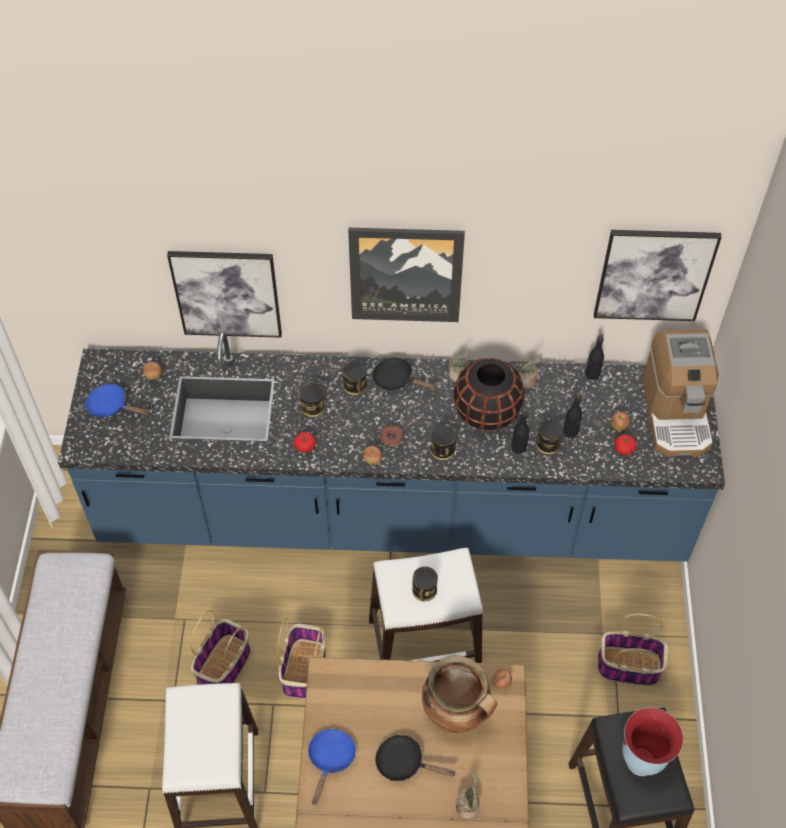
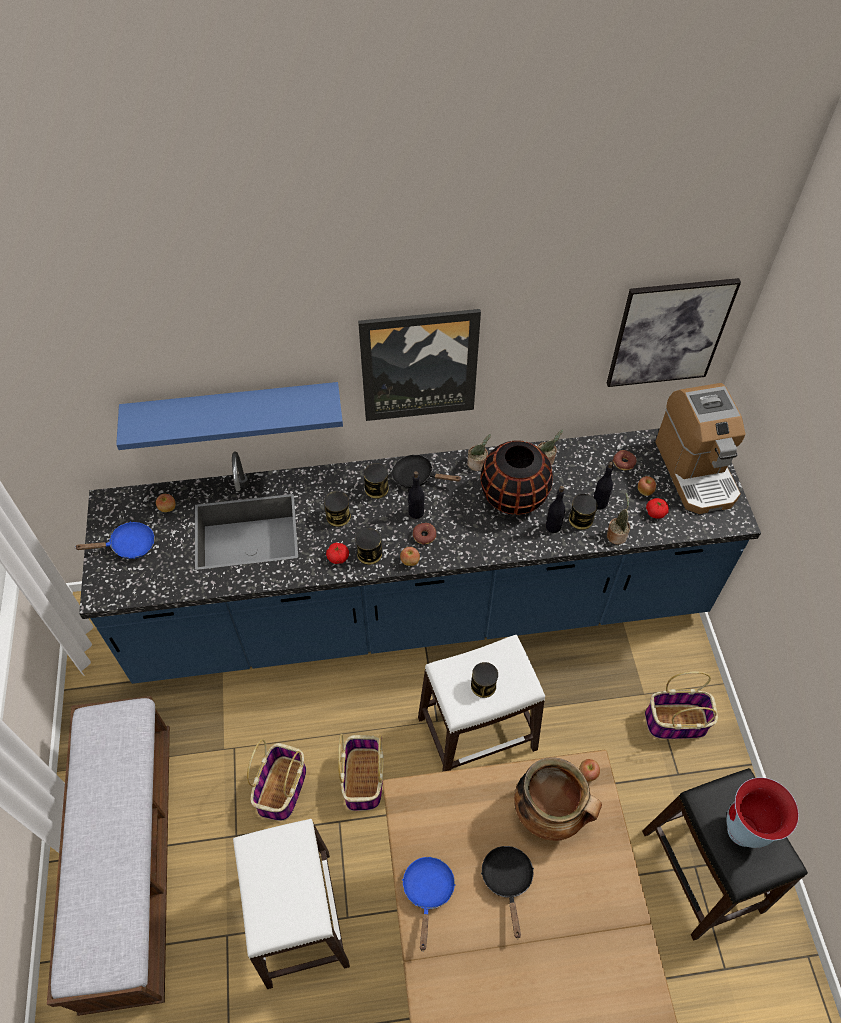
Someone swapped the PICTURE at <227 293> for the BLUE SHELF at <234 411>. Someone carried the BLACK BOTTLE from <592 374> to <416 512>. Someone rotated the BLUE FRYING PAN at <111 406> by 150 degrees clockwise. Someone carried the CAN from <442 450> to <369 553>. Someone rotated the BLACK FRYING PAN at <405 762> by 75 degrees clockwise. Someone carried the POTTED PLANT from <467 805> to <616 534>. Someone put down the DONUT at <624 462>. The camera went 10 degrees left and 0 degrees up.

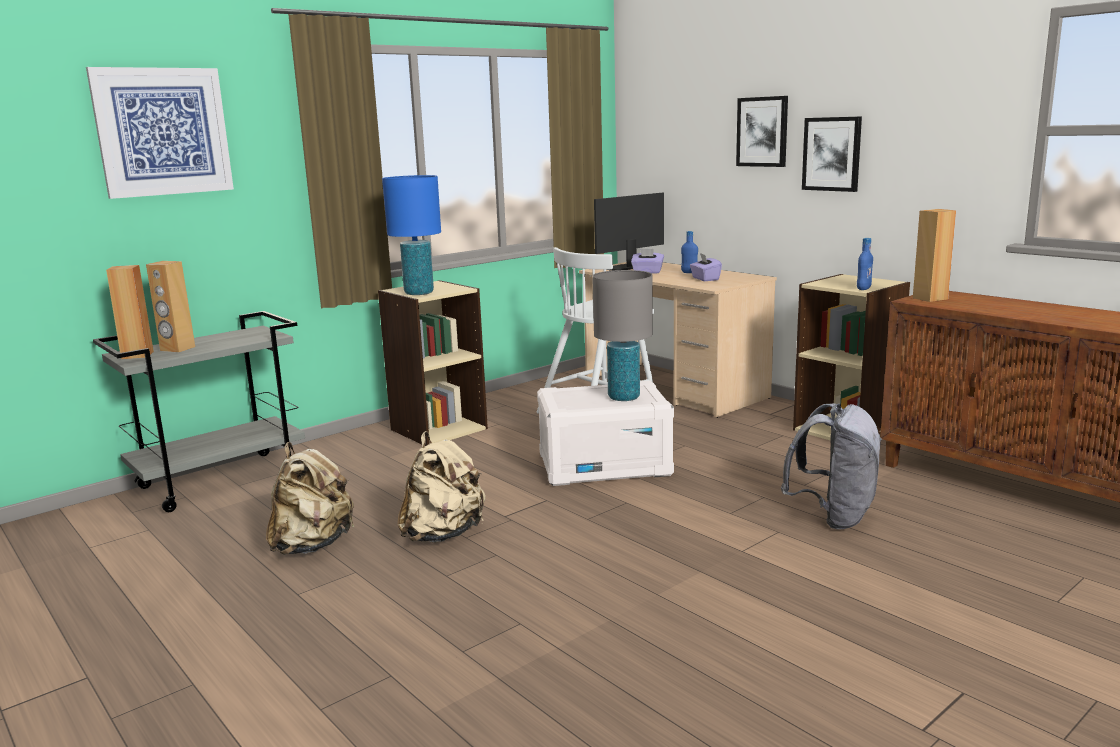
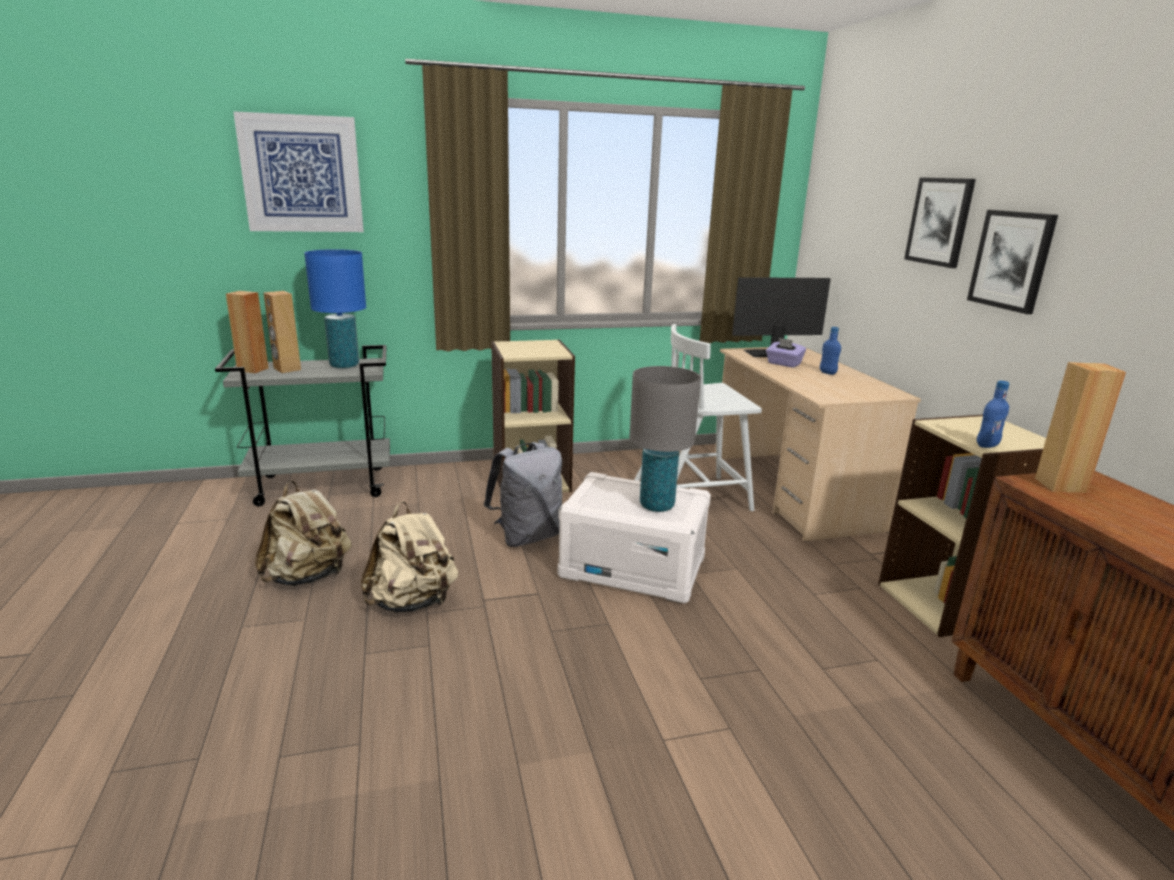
Someone carried the BLUE TABLE LAMP from <419 293> to <344 365>. Someone took away the PURPLE TISSUE BOX at <705 279>. Someone carried the GREY BACKPACK from <833 517> to <527 537>. The camera went 25 degrees right and 5 degrees up.

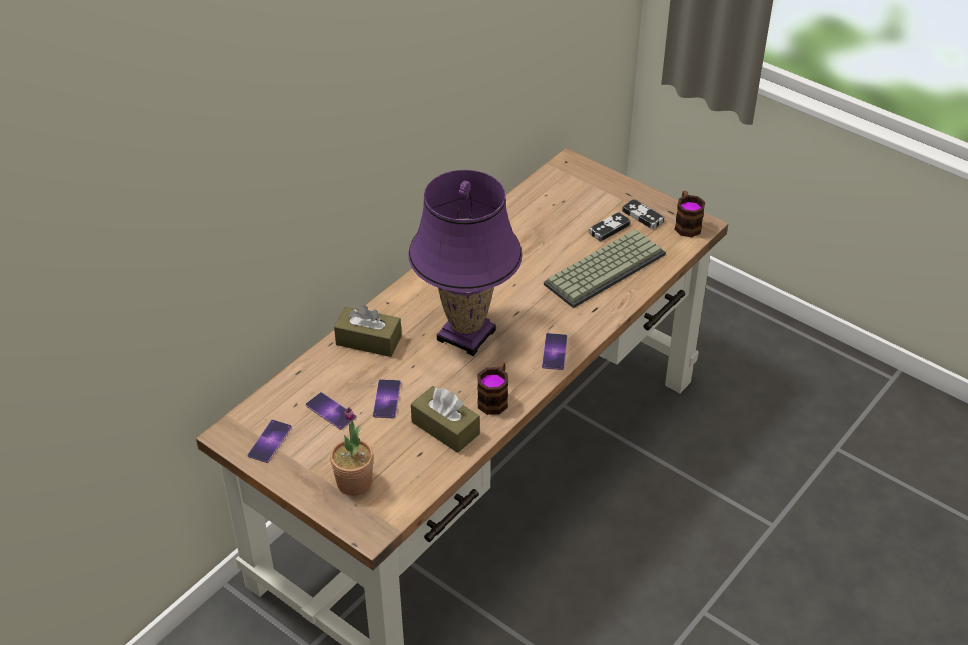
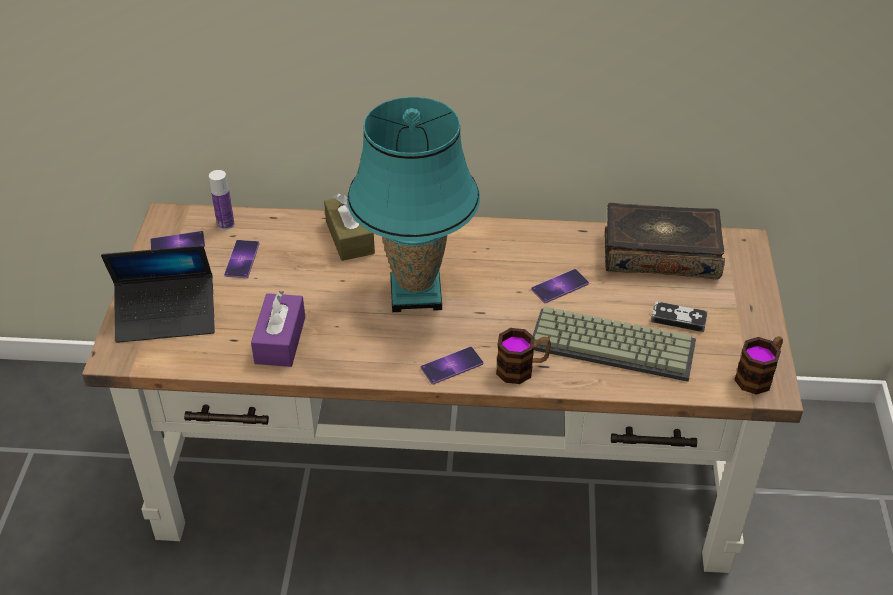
Someone repainted the PURPLE TABLE LAMP at <466 334>, which became the TURQUOISE TABLE LAMP at <416 293>. Someone took away the GAME CONTROLLER at <642 216>. Someone carried the MUG from <495 398> to <522 368>. Someone carried the PHONE from <386 399> to <559 286>. Someone repainted the BROWN TISSUE BOX at <445 428>, which became the PURPLE TISSUE BOX at <280 340>. Someone swapped the POTTED PLANT at <354 482> for the LAPTOP at <166 316>. Someone put down the BOTTLE at <225 224>. Someone put down the BOOK at <660 253>. The camera went 55 degrees right and 0 degrees up.

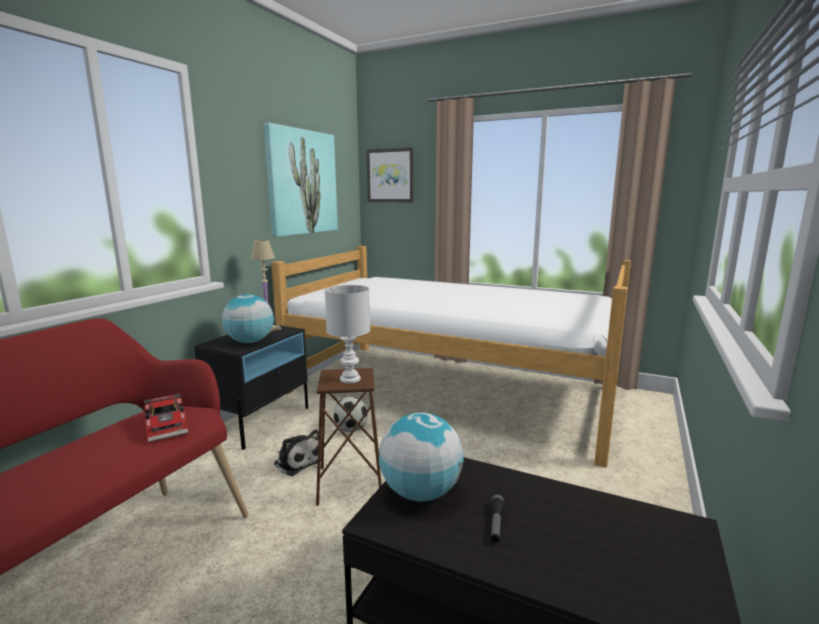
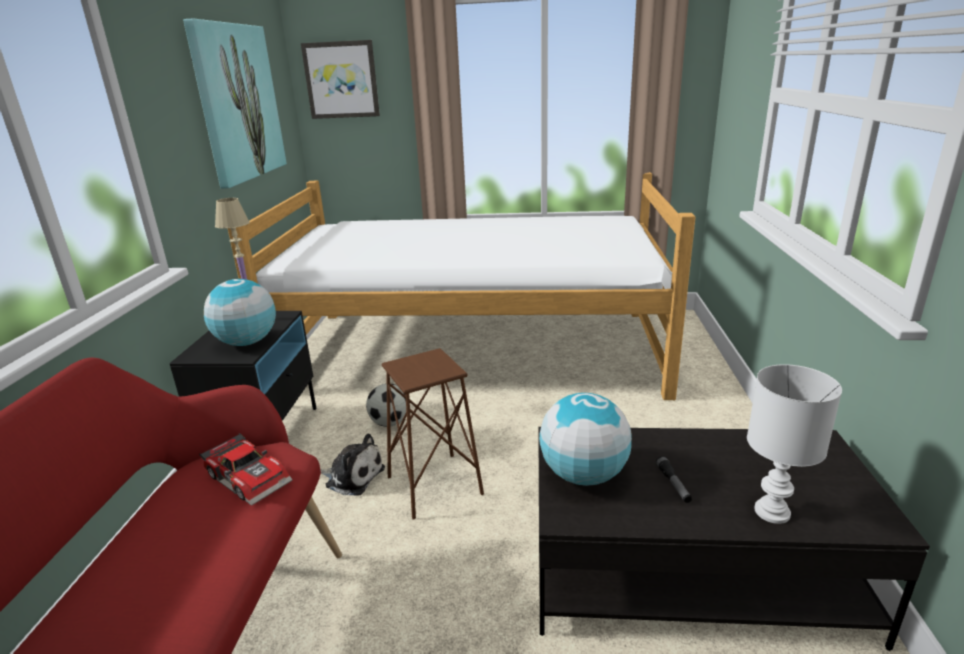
Someone carried the WHITE TABLE LAMP from <351 379> to <772 511>. The camera went 20 degrees left and 10 degrees up.

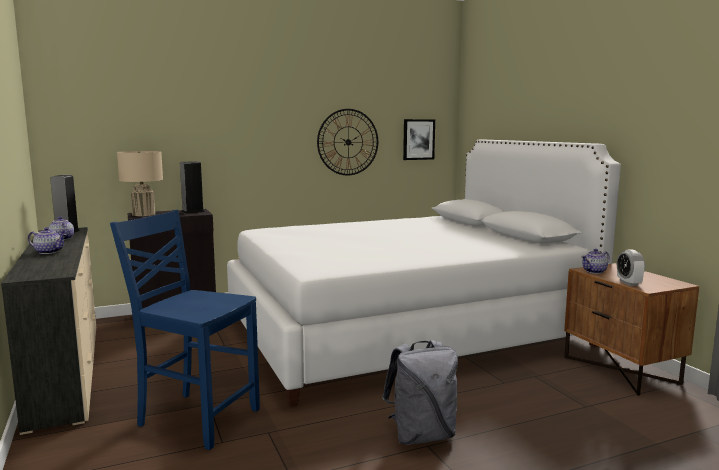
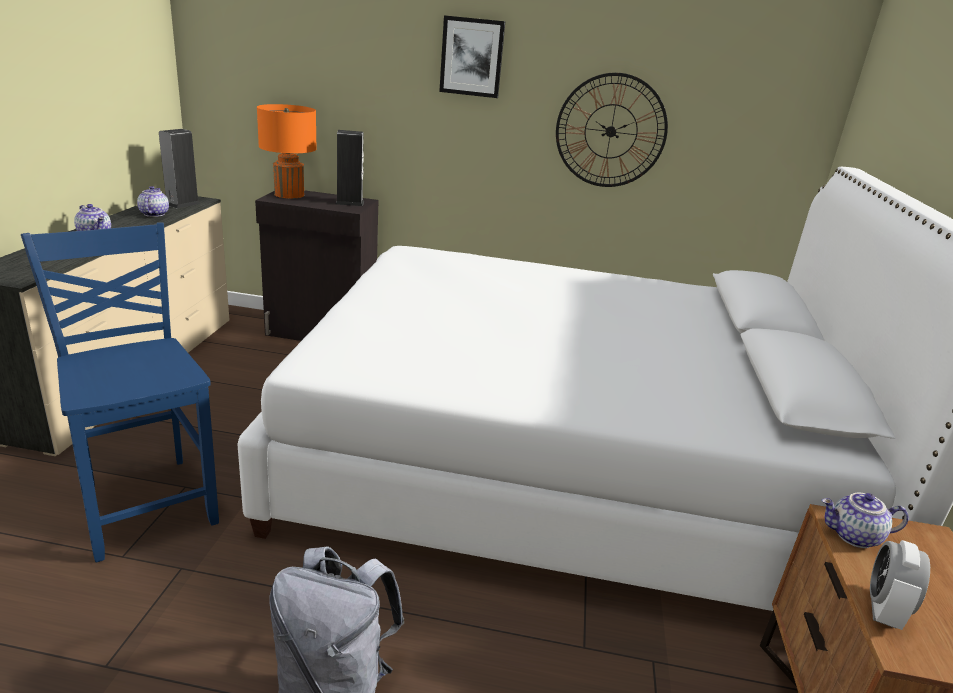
Someone carried the PICTURE from <418 139> to <472 57>. Someone repainted the BEIGE TABLE LAMP at <143 214>, which became the ORANGE TABLE LAMP at <289 194>. The camera went 30 degrees right and 15 degrees up.

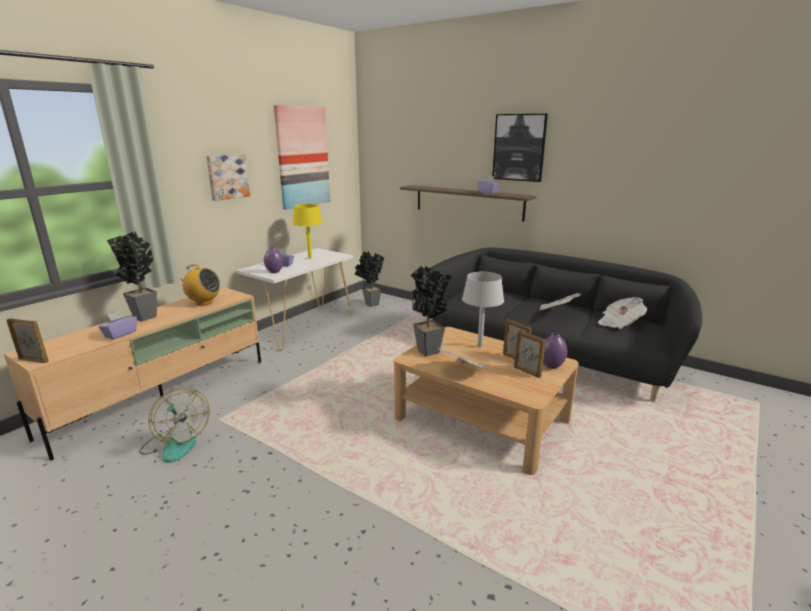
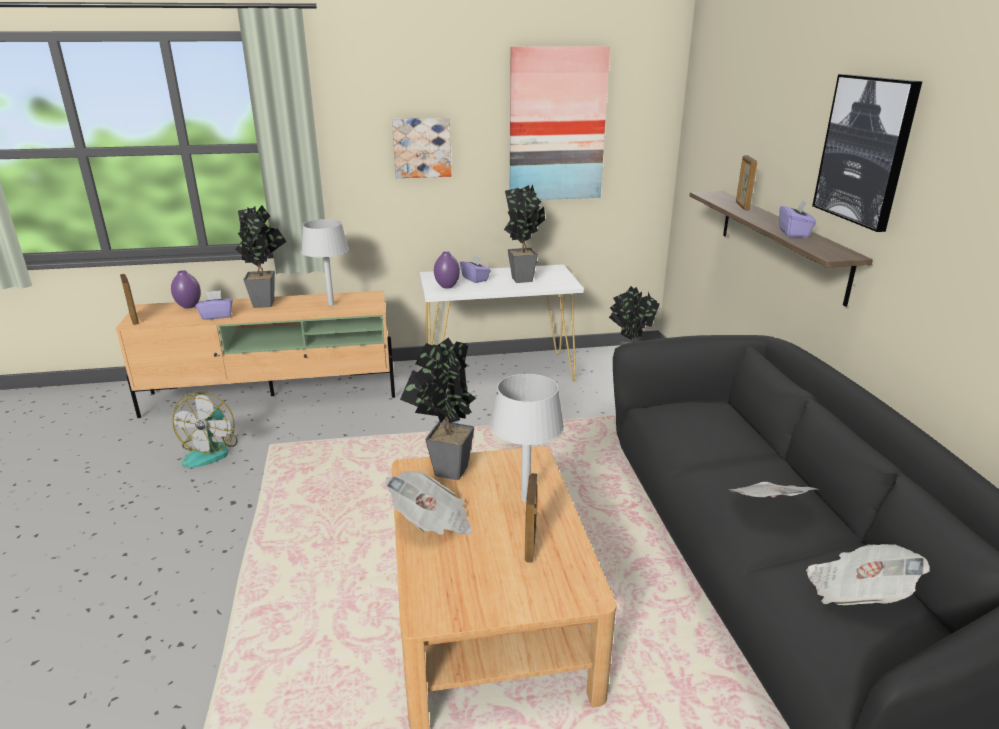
Someone swapped the YELLOW TABLE LAMP at <310 258> for the POTTED PLANT at <523 278>. Someone swapped the RADIO at <204 302> for the GREY TABLE LAMP at <331 304>. Someone carried the PICTURE FRAME from <527 372> to <742 206>. Someone carried the PURPLE VASE from <552 366> to <189 306>. The camera went 45 degrees right and 5 degrees up.

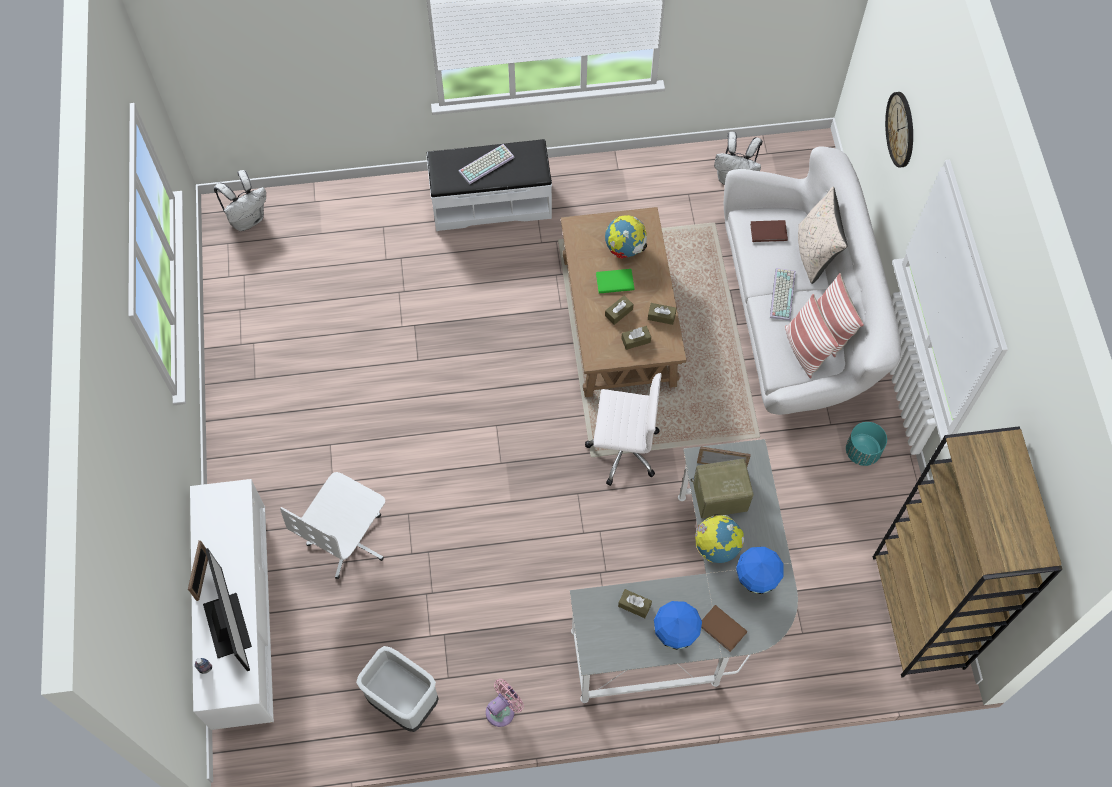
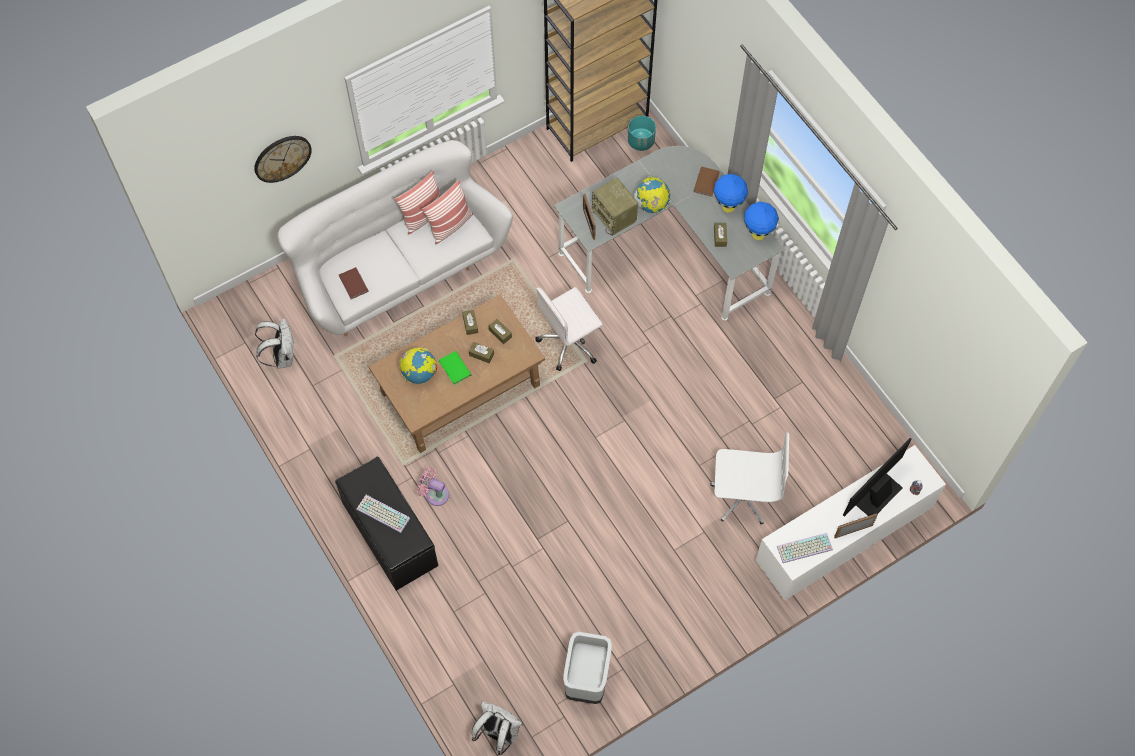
Someone repainted the WHITE BENCH at <491 202>, which became the BLACK BENCH at <389 534>. Someone took away the BEIGE PILLOW at <815 253>. Someone carried the KEYBOARD from <781 293> to <804 549>. Someone rotated the WHITE OFFICE CHAIR at <622 449> by 105 degrees counterclockwise. Someone carried the TURQUOISE PLANTER from <862 452> to <641 141>. Someone carried the BLUE TABLE LAMP from <754 583> to <757 234>. Someone carried the GREY TRASH CAN from <402 702> to <587 680>. Someone carried the PINK FAN from <503 710> to <435 494>. The camera went 115 degrees left and 0 degrees up.

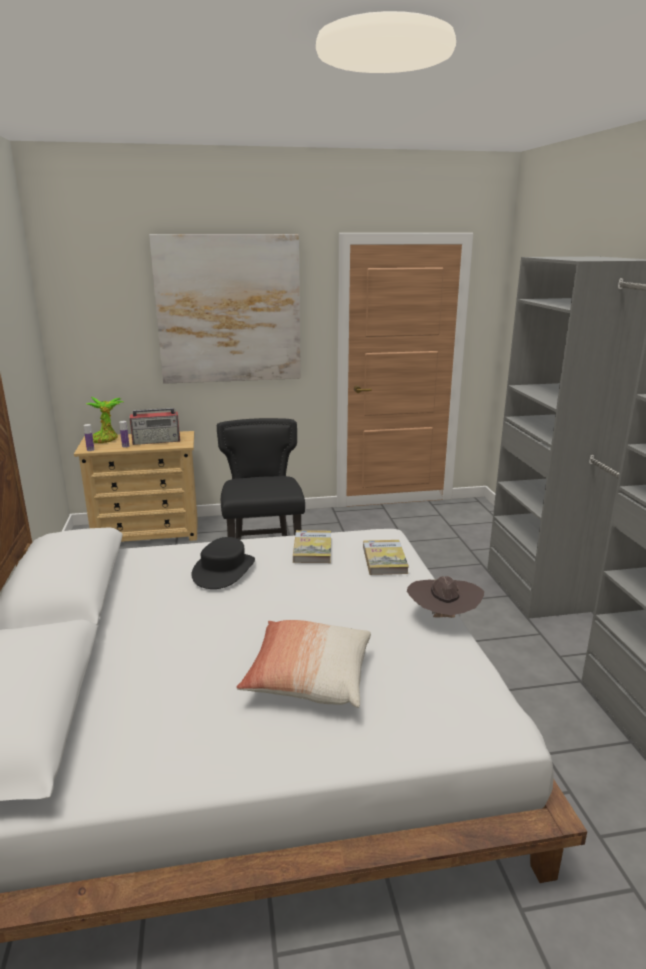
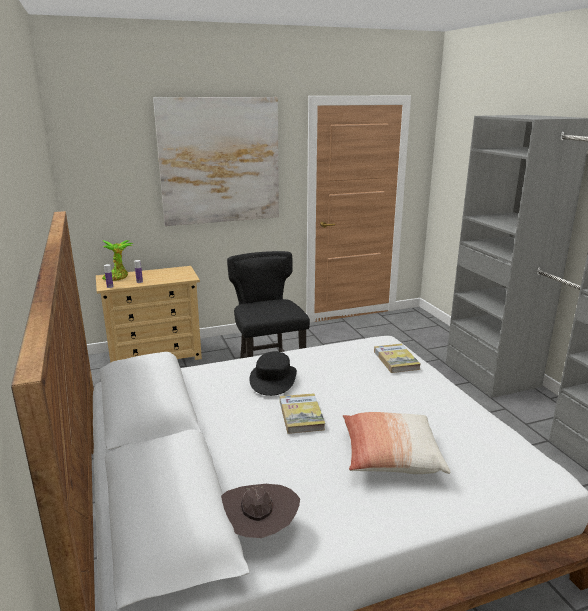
Someone took away the RADIO at <157 441>. Someone carried the BOOK from <312 549> to <301 415>. Someone carried the BROWN HAT from <443 618> to <257 532>. The camera went 10 degrees left and 0 degrees up.

